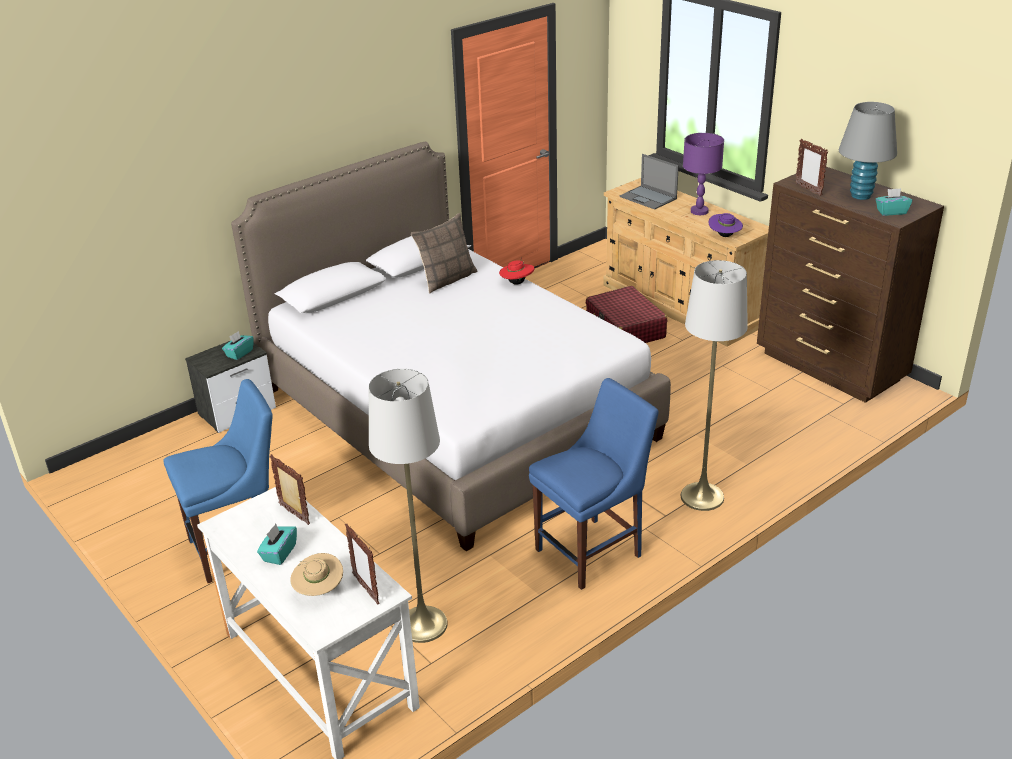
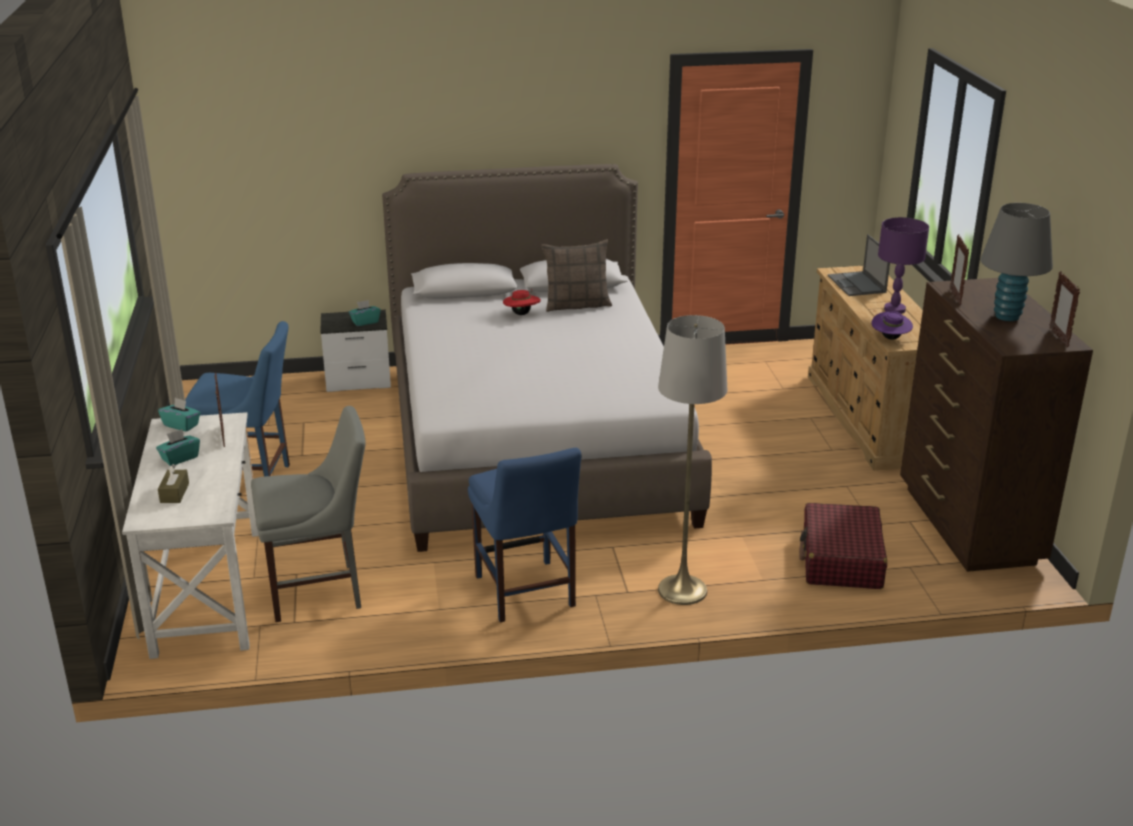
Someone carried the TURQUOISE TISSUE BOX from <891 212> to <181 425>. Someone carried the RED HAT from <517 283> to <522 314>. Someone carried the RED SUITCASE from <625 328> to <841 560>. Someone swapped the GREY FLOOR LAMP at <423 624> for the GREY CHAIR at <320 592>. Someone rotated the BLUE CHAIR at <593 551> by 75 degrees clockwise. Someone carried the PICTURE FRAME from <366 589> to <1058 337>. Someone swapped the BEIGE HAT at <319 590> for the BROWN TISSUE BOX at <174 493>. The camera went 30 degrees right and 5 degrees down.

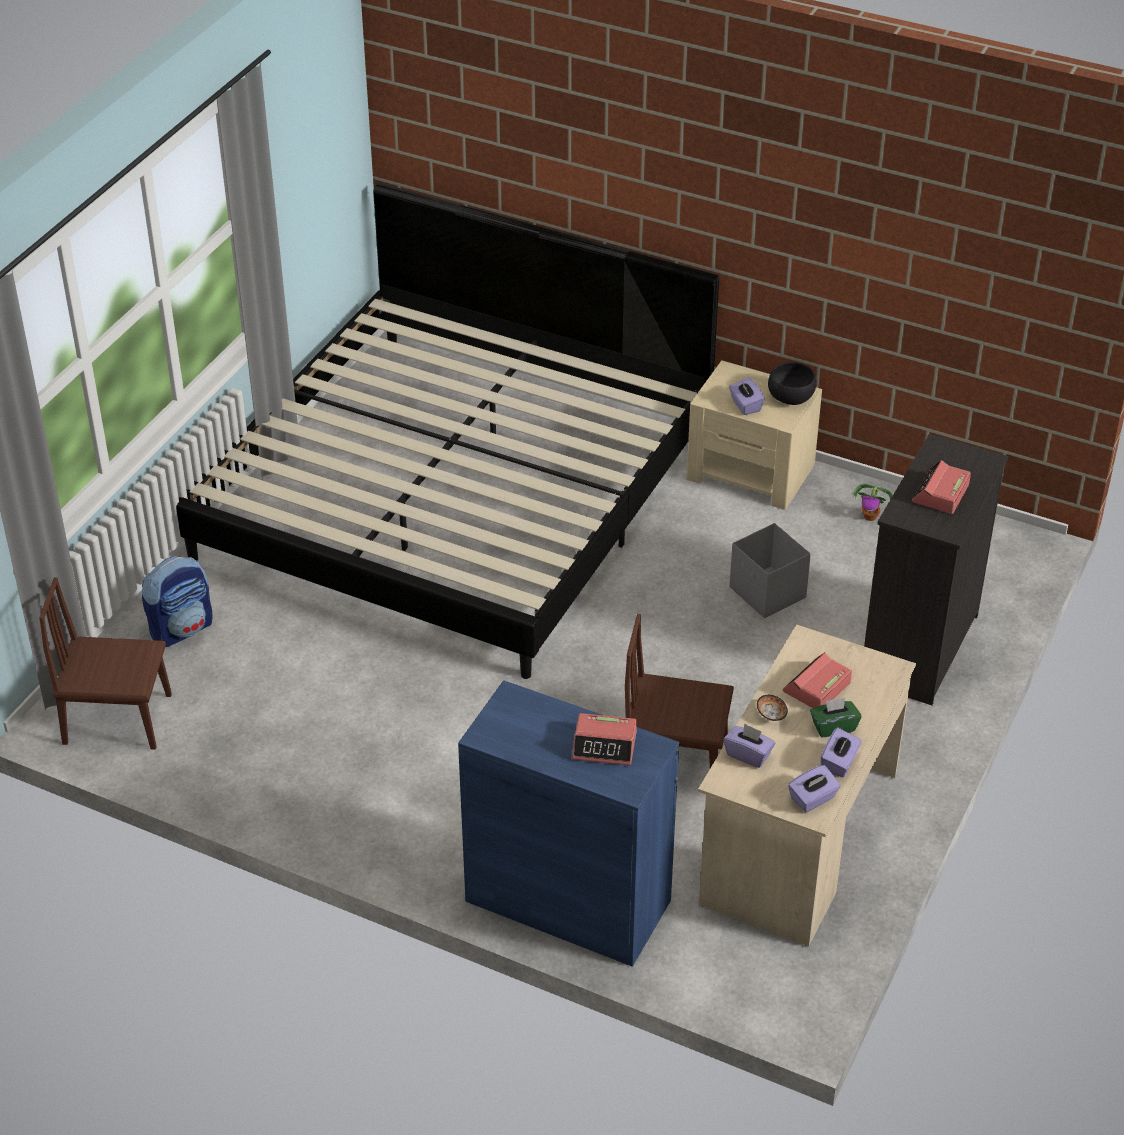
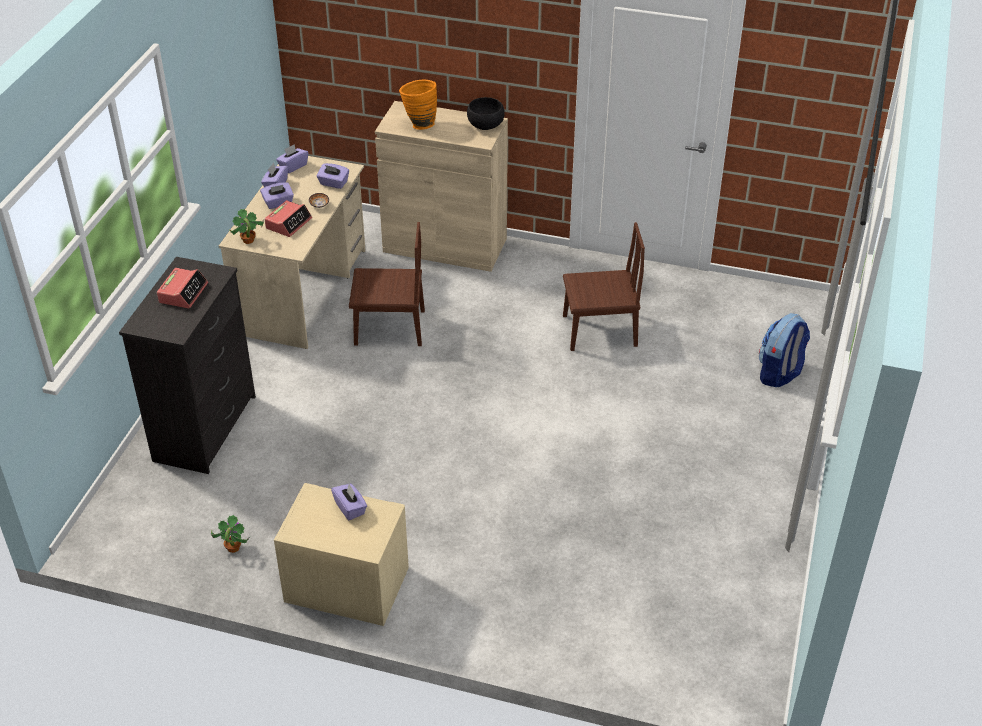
Someone took away the BED at <455 494>. Someone carried the BLACK BOWL from <790 397> to <485 125>. Someone took away the GREY STORAGE BOX at <767 593>. Someone carried the BROWN CHAIR from <118 719> to <599 331>. Someone repainted the BLUE CABINET at <568 901>, which became the BEIGE CABINET at <445 245>. Someone repainted the GREEN TISSUE BOX at <833 727>, which became the PURPLE TISSUE BOX at <278 203>. Someone swapped the ALARM CLOCK at <605 746> for the ORANGE VASE at <419 124>. Someone put down the POTTED PLANT at <248 241>. The camera went 170 degrees right and 0 degrees up.

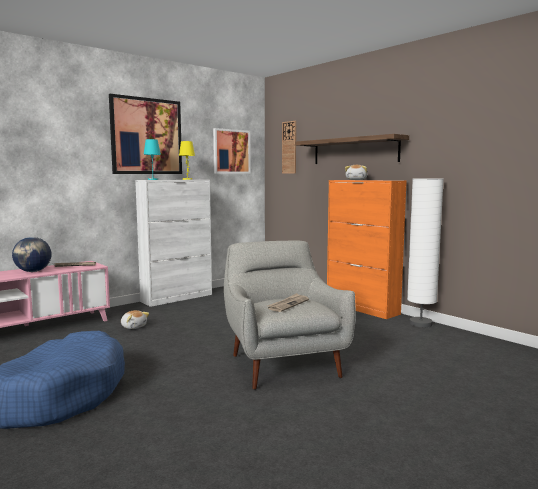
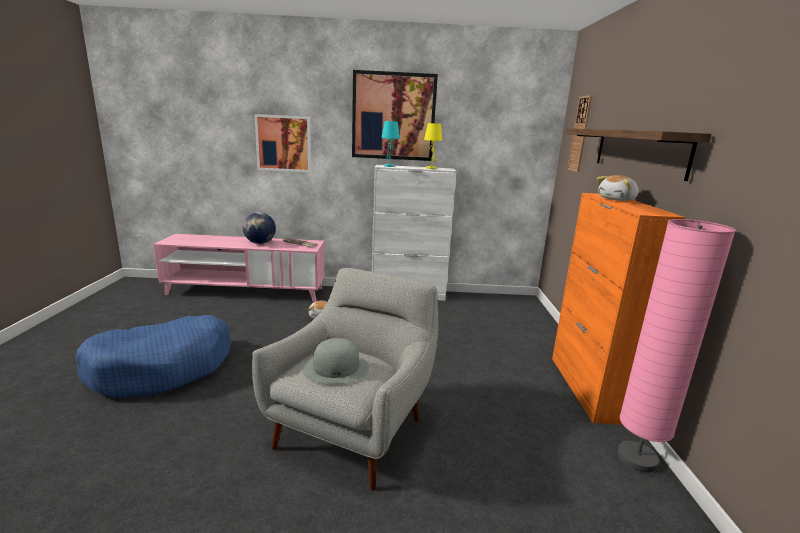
Someone carried the PICTURE from <231 151> to <283 143>. Someone repainted the WHITE FLOOR LAMP at <420 324>, which became the PINK FLOOR LAMP at <637 459>. Someone swapped the NEWSPAPER at <288 304> for the GREY HAT at <336 368>. The camera went 40 degrees right and 10 degrees up.

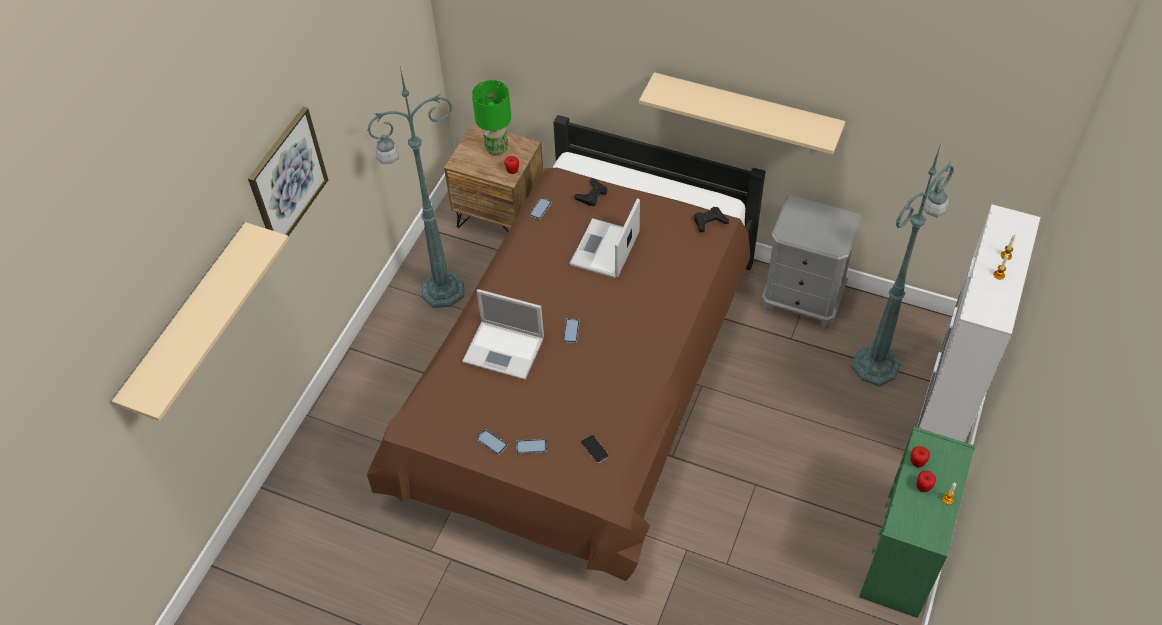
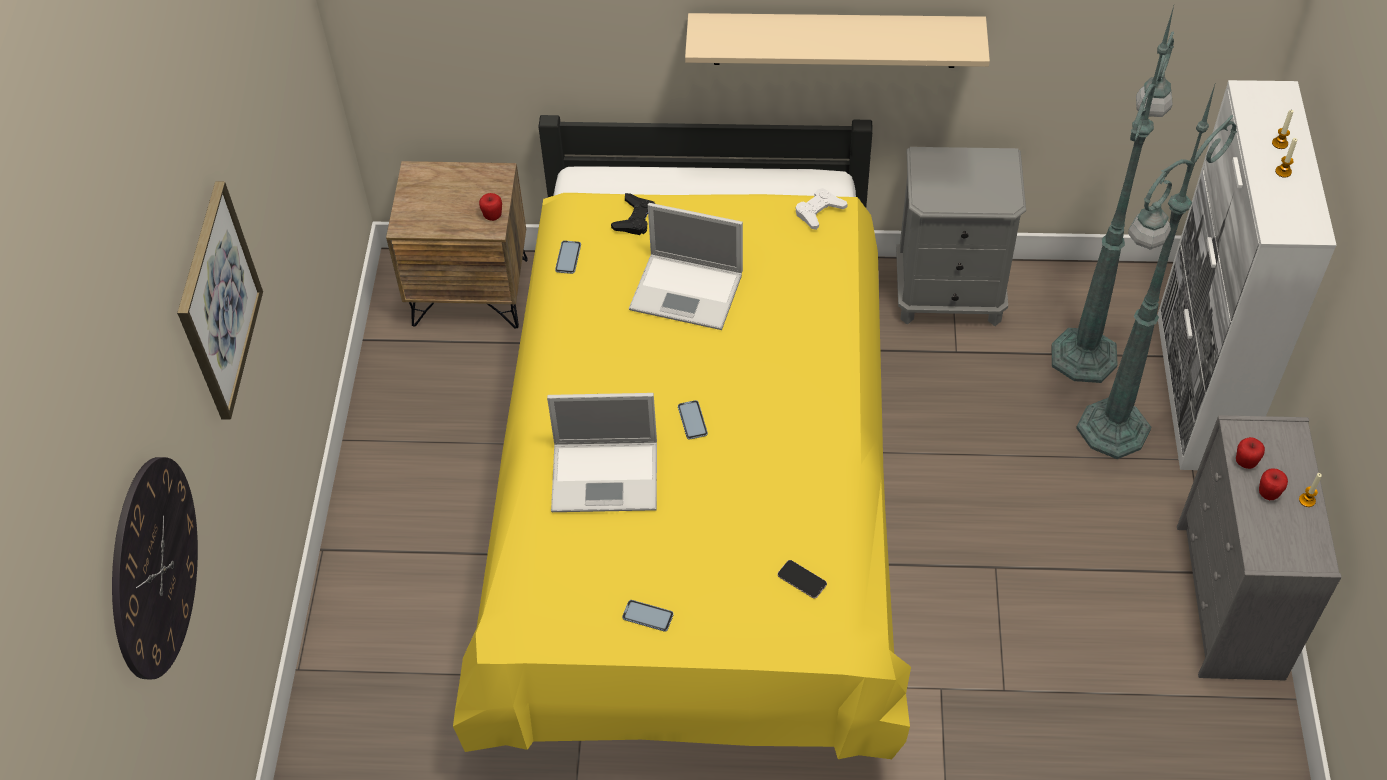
Someone carried the GREEN FLOOR LAMP from <440 291> to <1110 430>. Someone took away the GREEN TABLE LAMP at <496 149>. Someone repainted the BROWN BED at <583 385>, which became the YELLOW BED at <696 501>. Someone rotated the LAPTOP at <604 250> by 75 degrees counterclockwise. Someone repainted the BLACK GAME CONTROLLER at <709 221>, which became the WHITE GAME CONTROLLER at <819 212>. Someone swapped the BEIGE SHELF at <189 322> for the WALL CLOCK at <154 567>. Someone repainted the GREEN DRESSER at <902 556>, which became the GREY DRESSER at <1230 603>. Someone took away the PHONE at <531 446>. The camera went 20 degrees left and 0 degrees up.

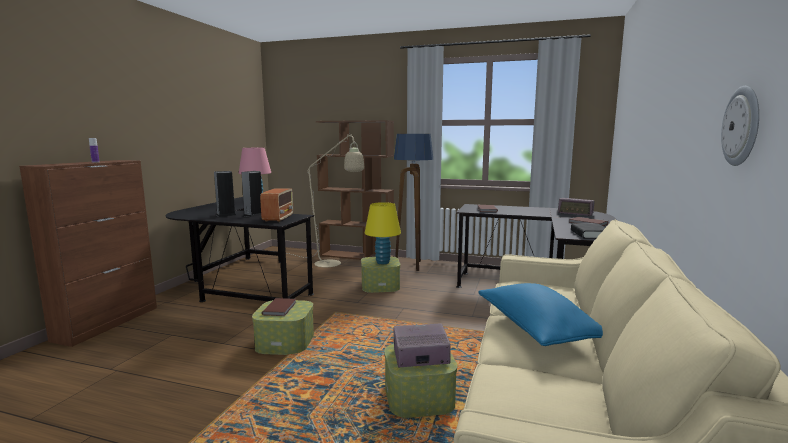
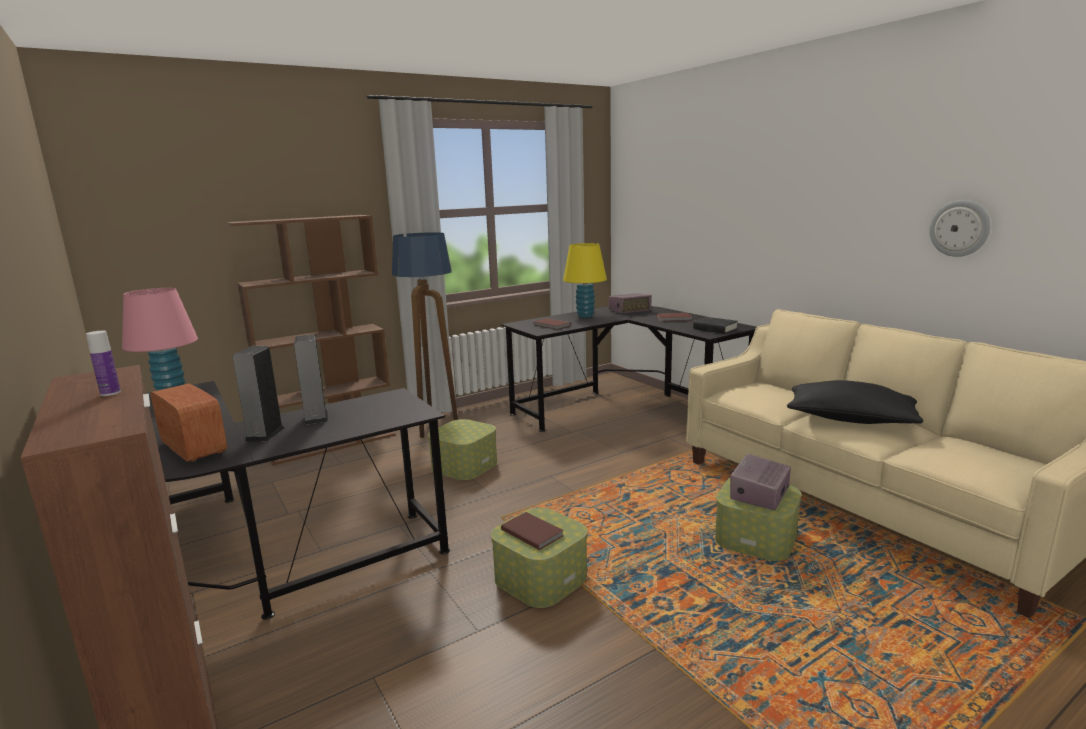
Someone took away the BEIGE FLOOR LAMP at <333 264>. Someone carried the RADIO from <278 218> to <193 448>. Someone carried the YELLOW TABLE LAMP from <382 262> to <585 316>. Someone repainted the BLUE PILLOW at <535 329>, which became the BLACK PILLOW at <850 420>. The camera went 50 degrees left and 5 degrees up.

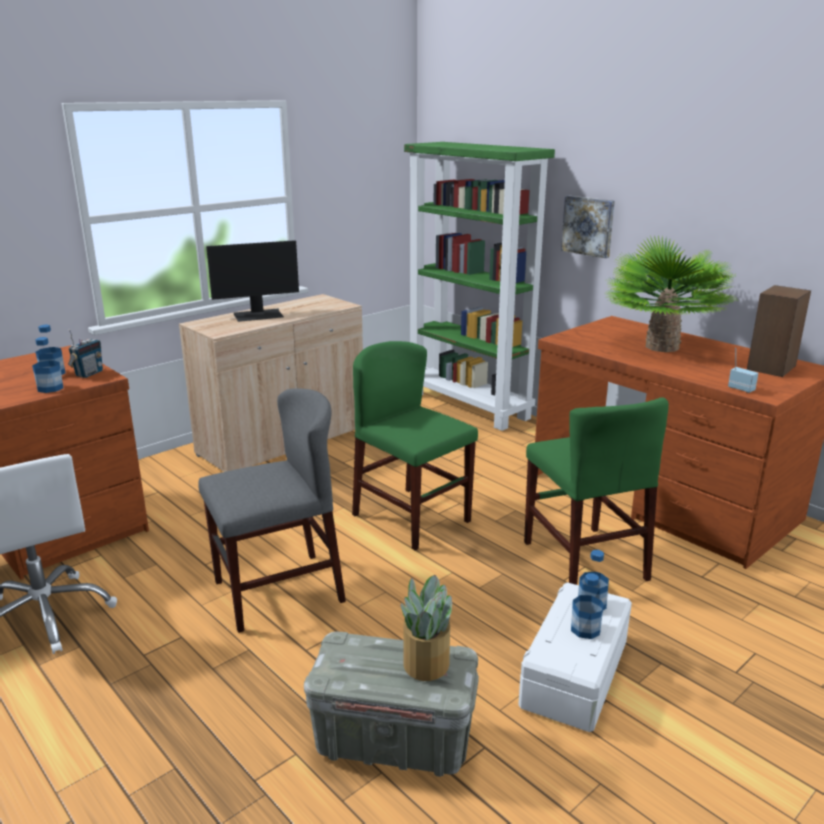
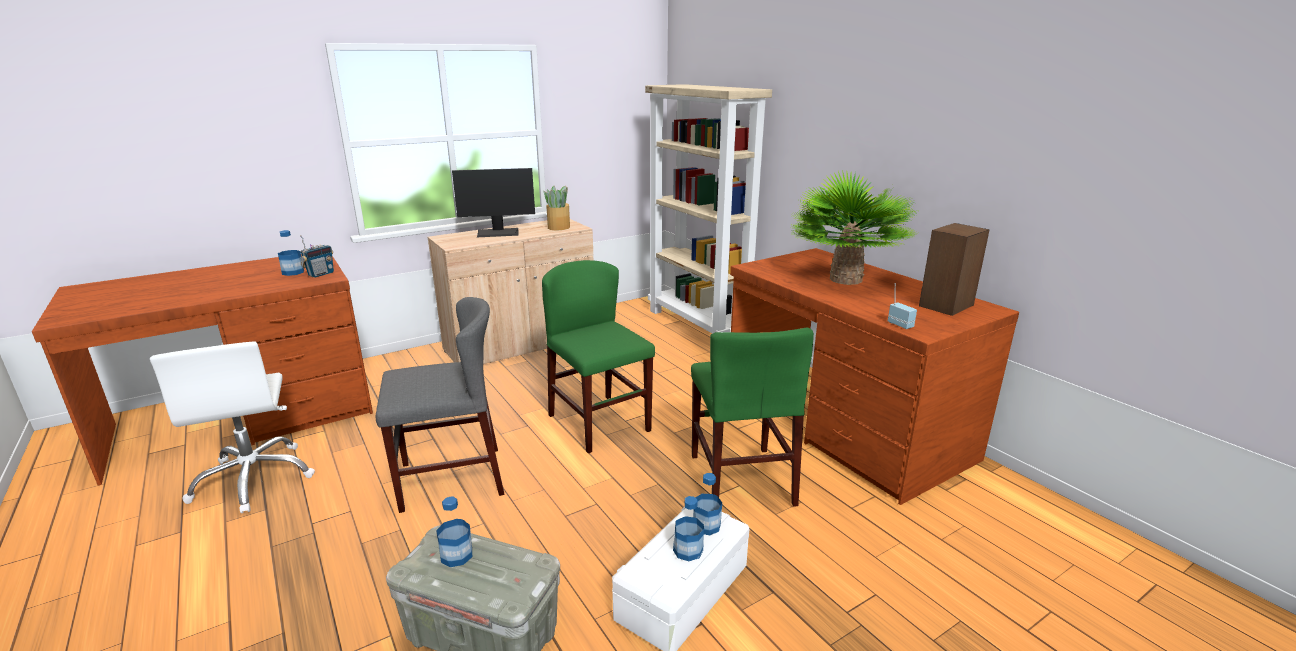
Someone repainted the GREEN BOOKCASE at <469 406>, which became the BEIGE BOOKCASE at <698 325>. Someone took away the PICTURE at <588 226>. Someone carried the BOTTLE from <50 388> to <456 555>. Someone carried the POTTED PLANT from <427 662> to <559 227>. The camera went 10 degrees right and 0 degrees up.

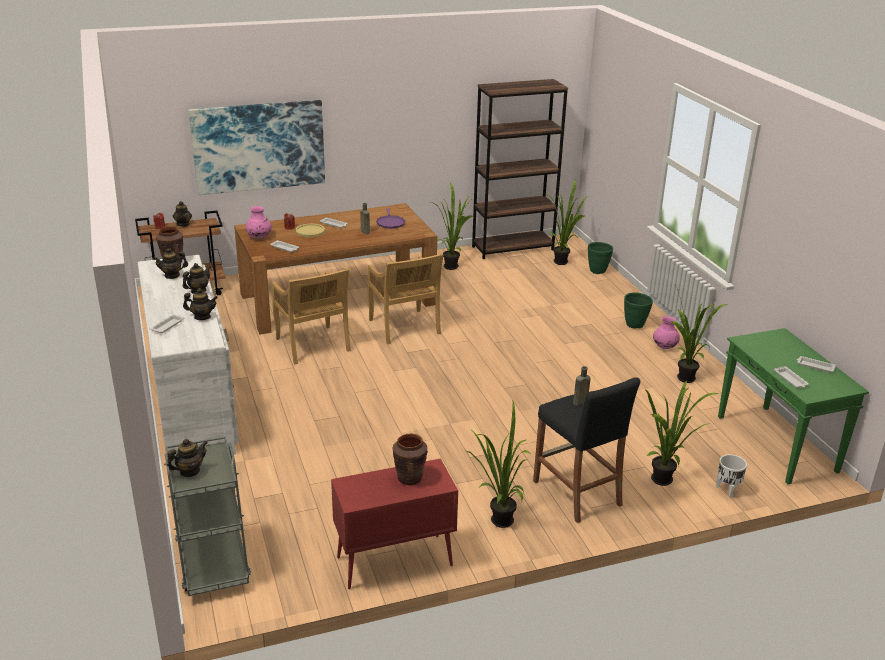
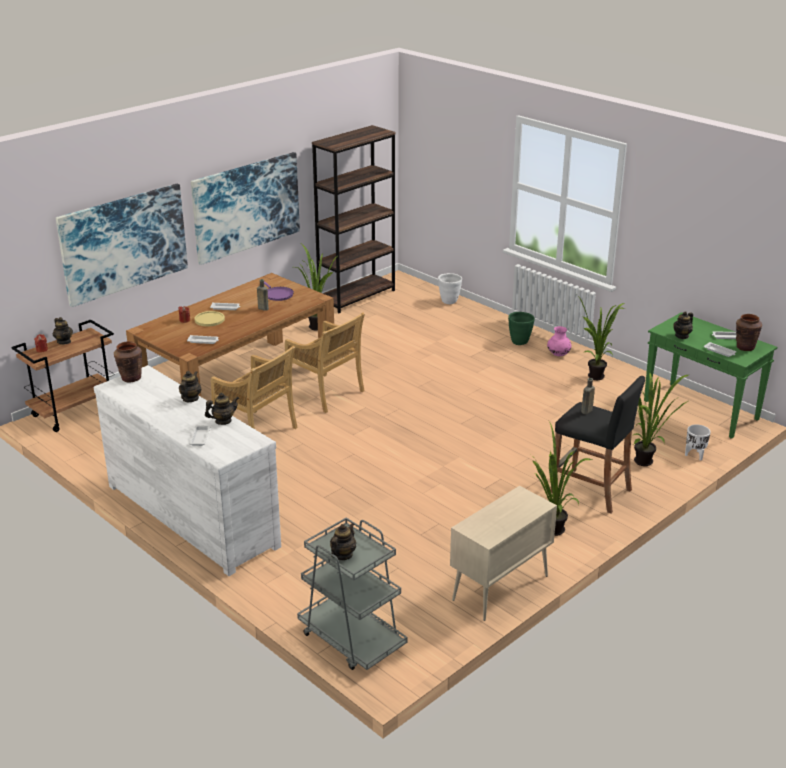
Someone took away the POTTED PLANT at <563 261>. Someone took away the PINK VASE at <259 237>. Someone repainted the GREEN PLANTER at <598 271>, which became the WHITE PLANTER at <449 301>. Someone carried the TEAPOT from <172 275> to <682 336>. Someone carried the BROWN VASE from <409 478> to <745 347>. Someone repainted the RED CABINET at <393 562>, which became the BEIGE CABINET at <500 588>. Someone put up the PICTURE at <246 206>. The camera went 25 degrees left and 0 degrees up.

